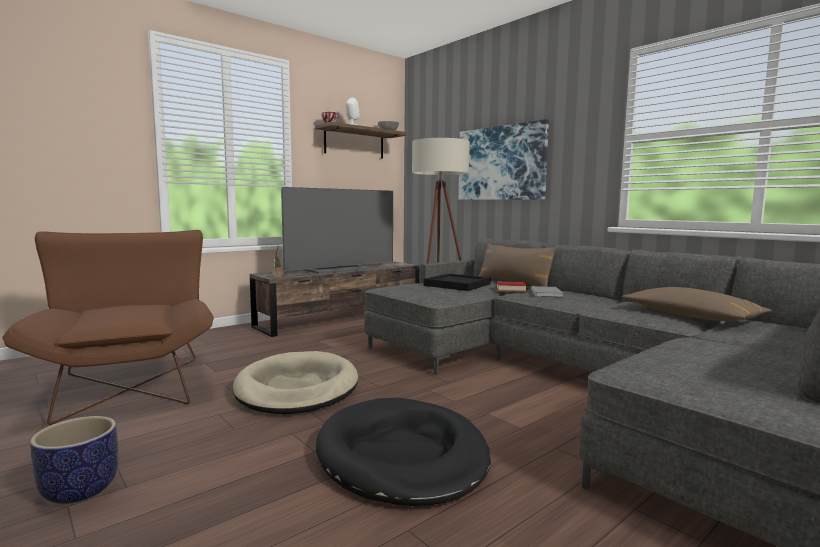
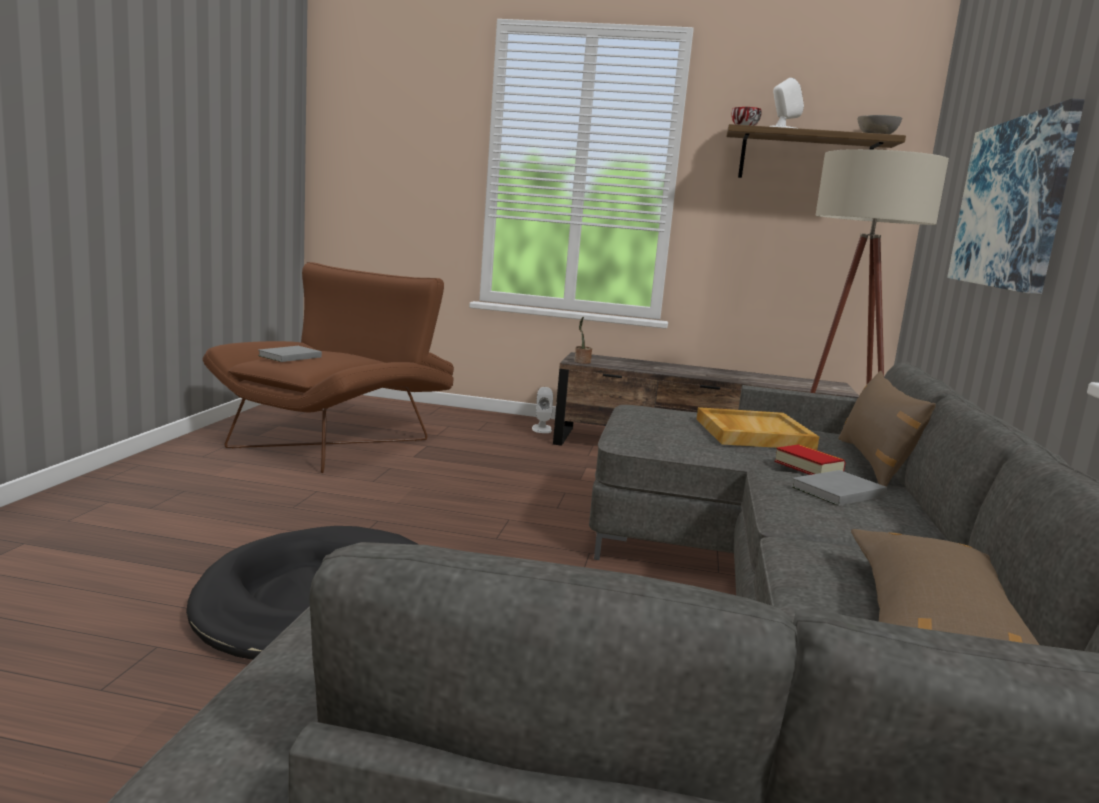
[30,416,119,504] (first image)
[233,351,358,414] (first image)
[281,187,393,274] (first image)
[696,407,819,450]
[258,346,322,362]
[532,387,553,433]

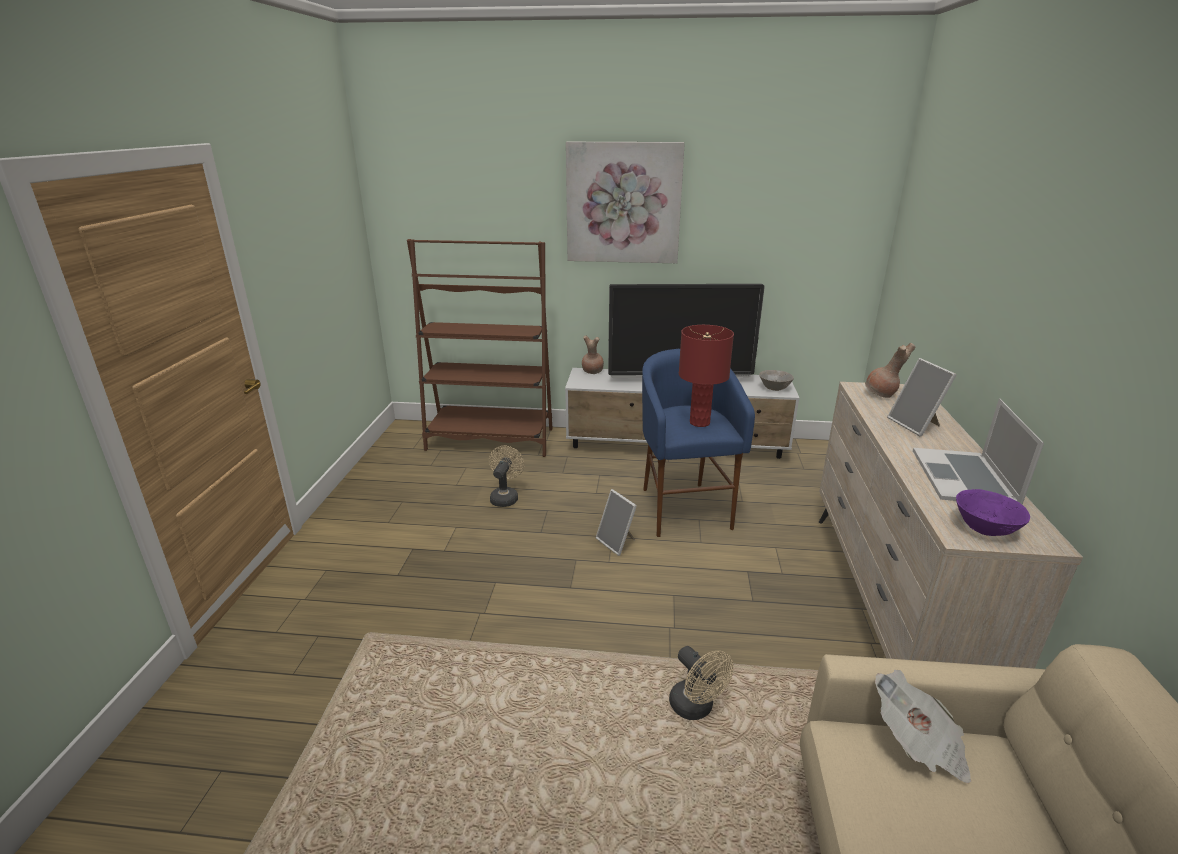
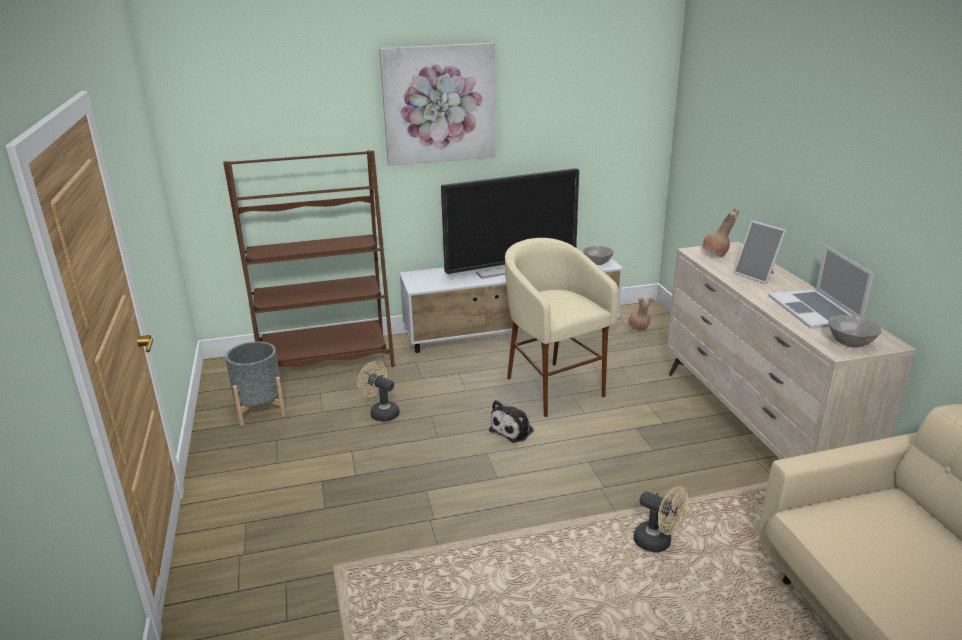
[357,361,400,422]
[628,296,654,331]
[489,400,534,443]
[505,238,619,417]
[679,325,734,427] (first image)
[875,670,971,783] (first image)
[828,315,882,348]
[225,341,286,426]

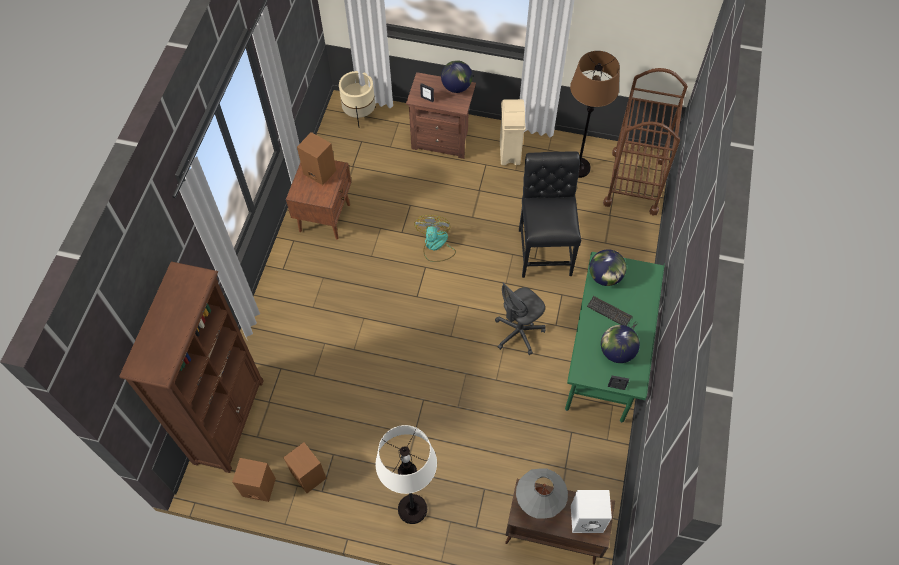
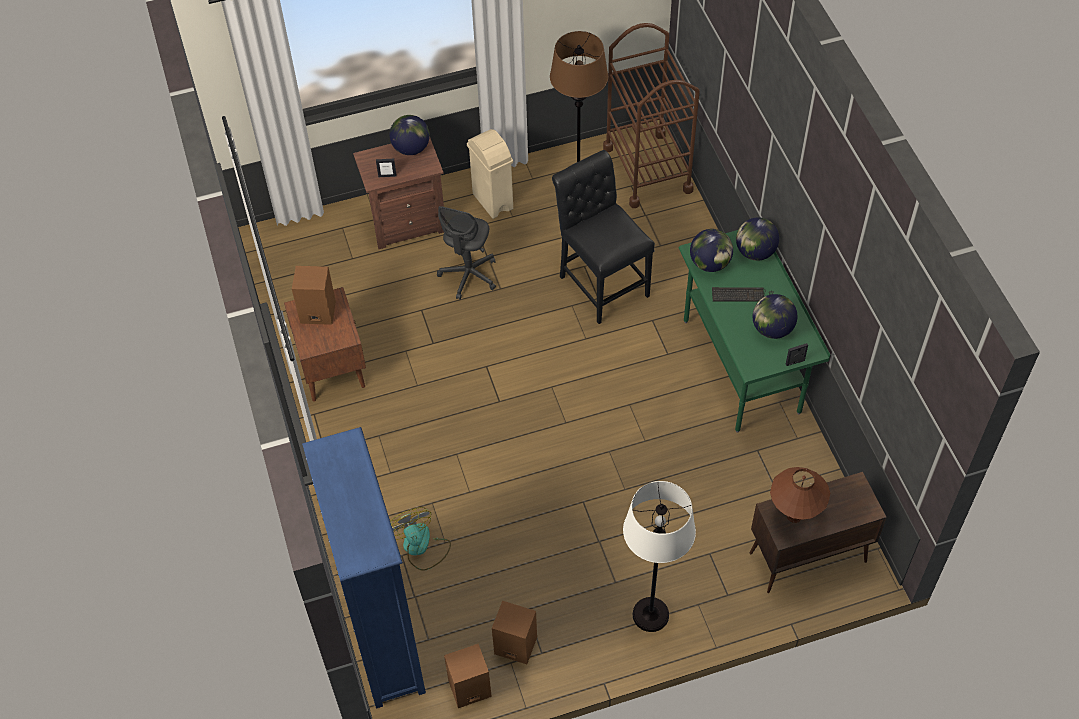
[302,427,426,709]
[339,71,376,126] (first image)
[390,507,451,571]
[437,206,496,300]
[770,467,830,523]
[571,490,612,533] (first image)
[736,217,779,261]

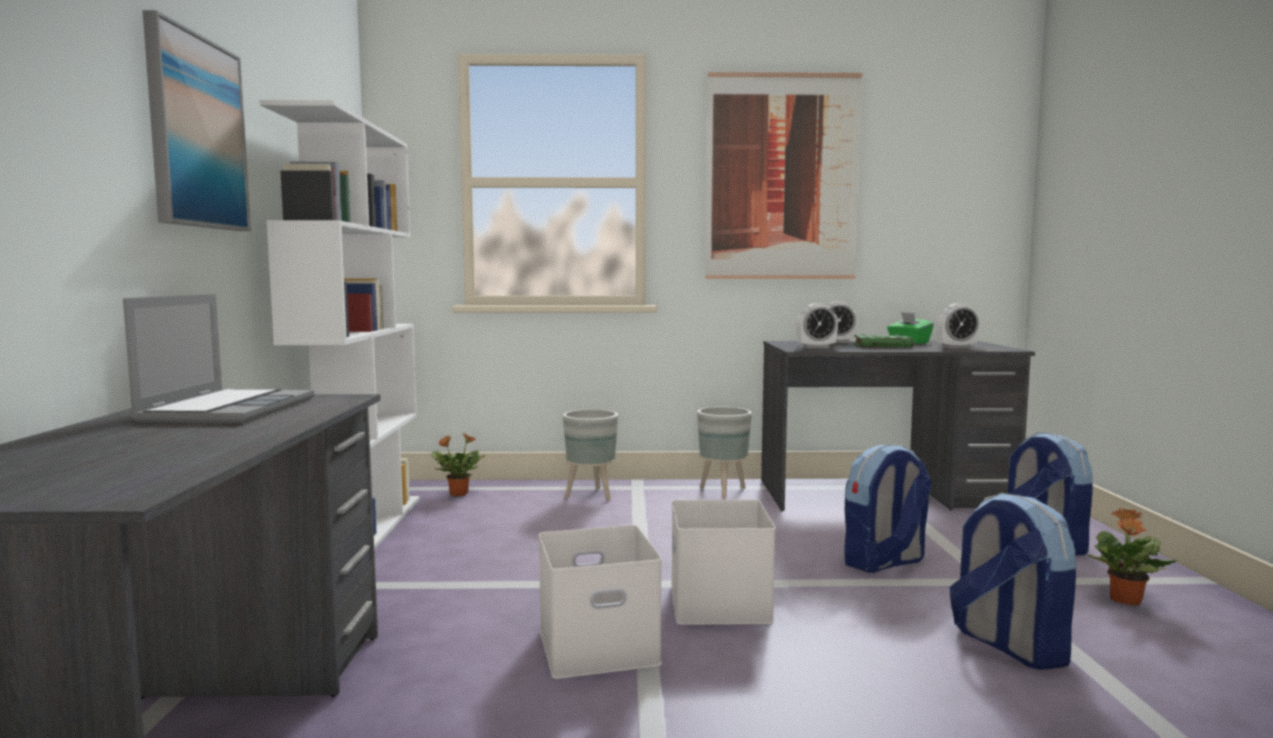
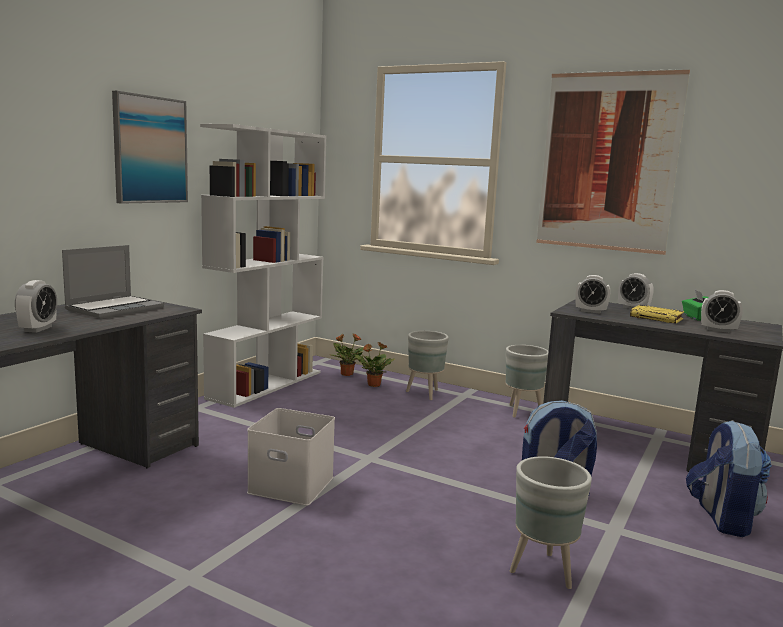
[671,500,776,625] (first image)
[630,305,684,324]
[510,456,592,589]
[355,342,395,387]
[15,280,57,333]

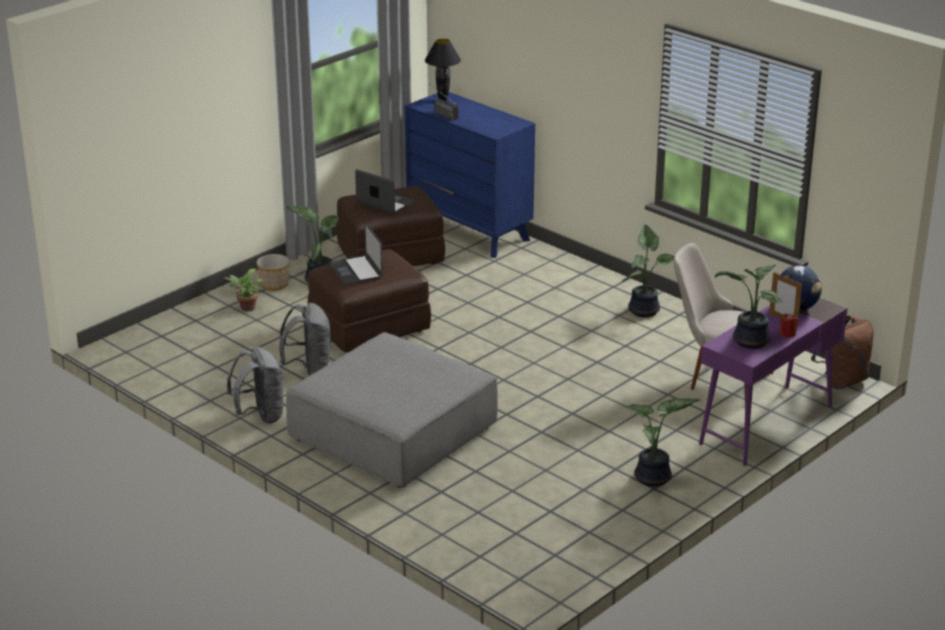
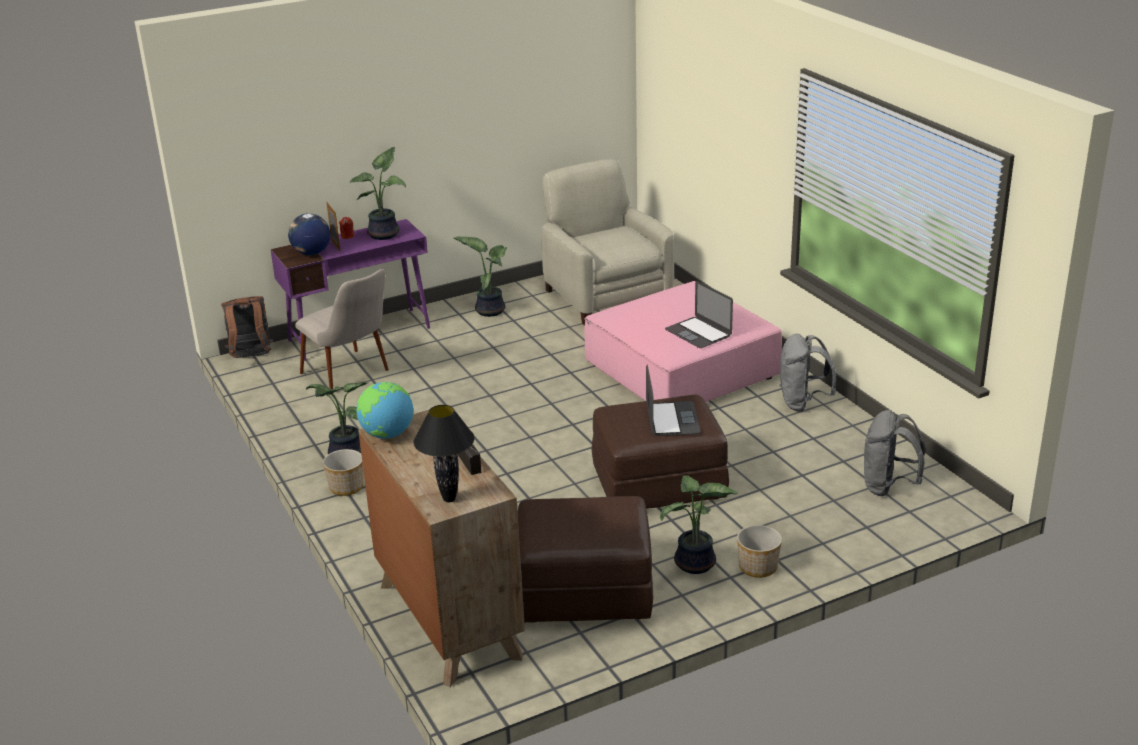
[223,269,263,311] (first image)
[864,410,925,496]
[584,281,782,402]
[665,281,733,348]
[358,410,525,687]
[323,449,364,496]
[357,382,413,439]
[541,159,674,326]

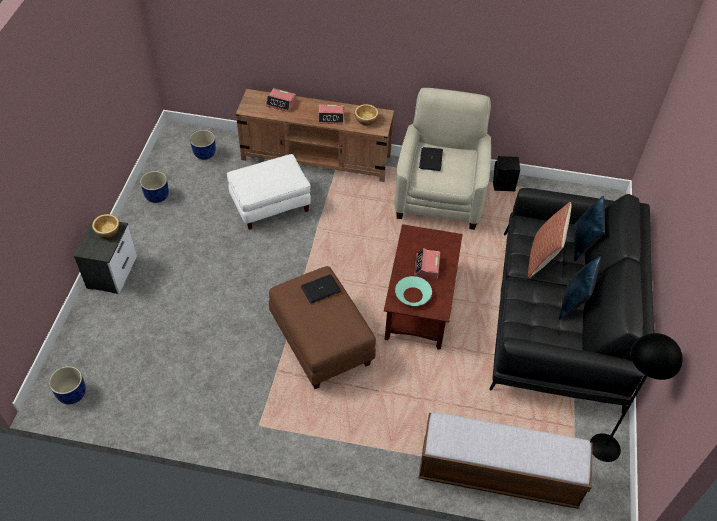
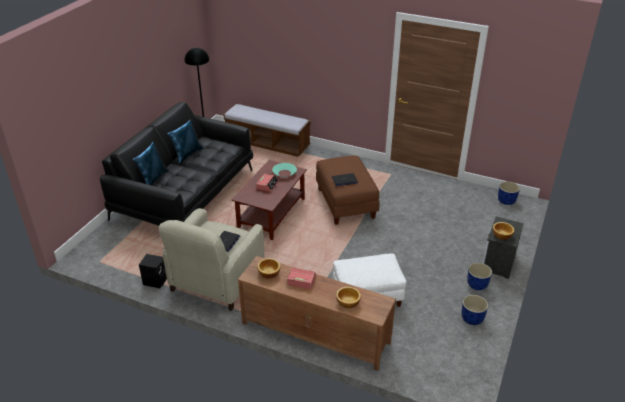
[467,263,492,290]
[336,287,361,308]
[528,202,571,278] (first image)

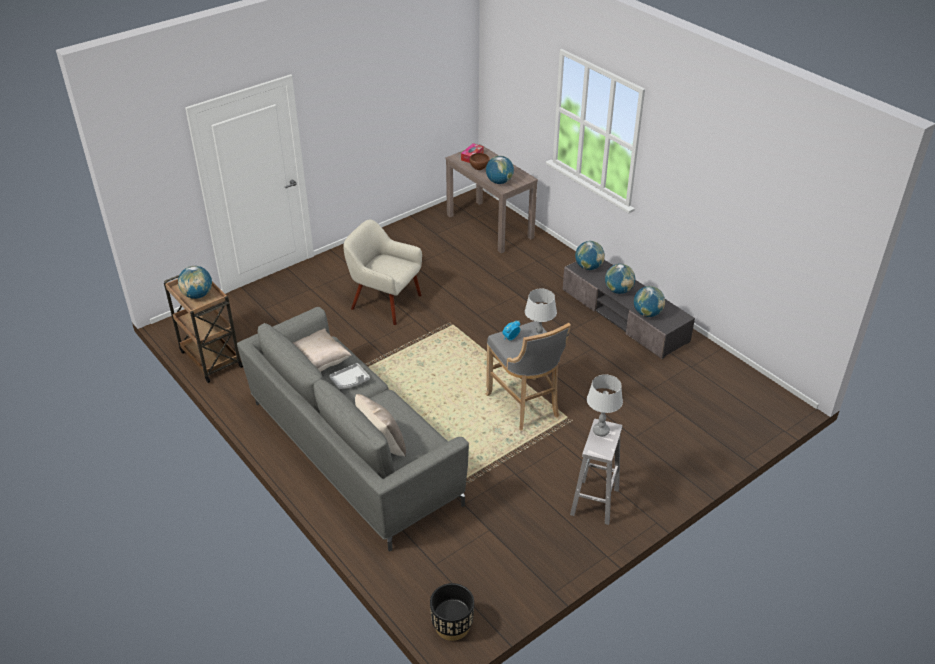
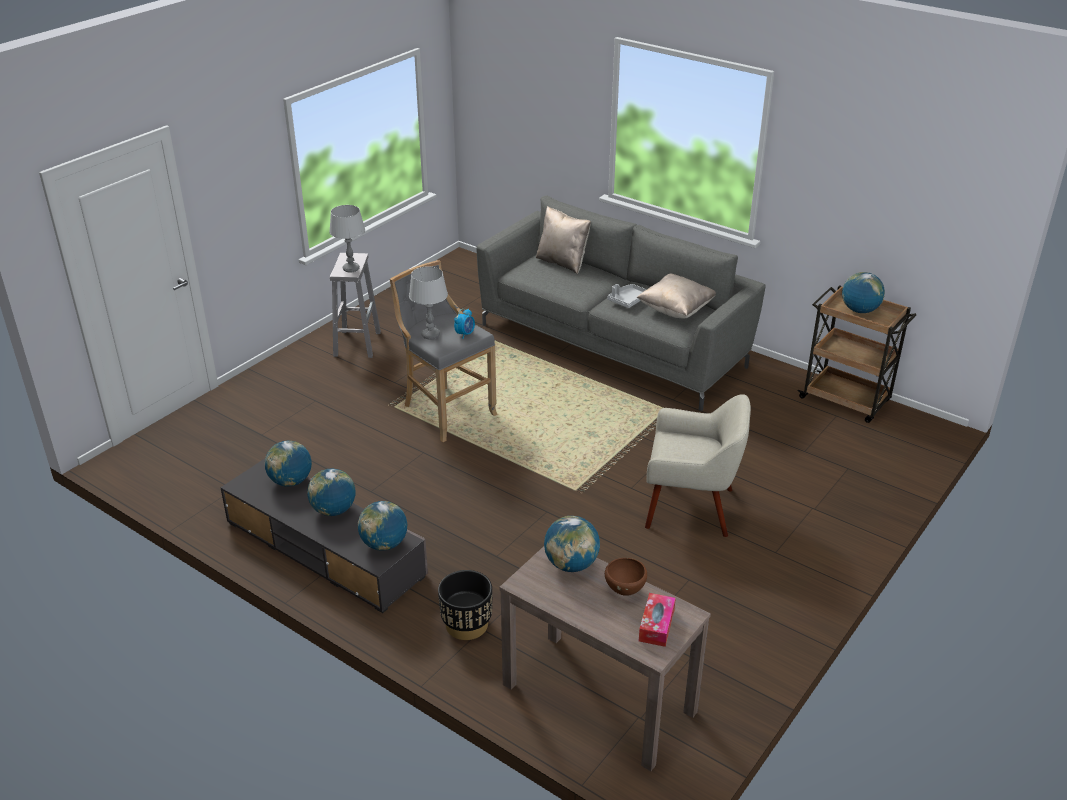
[438,570,492,640]

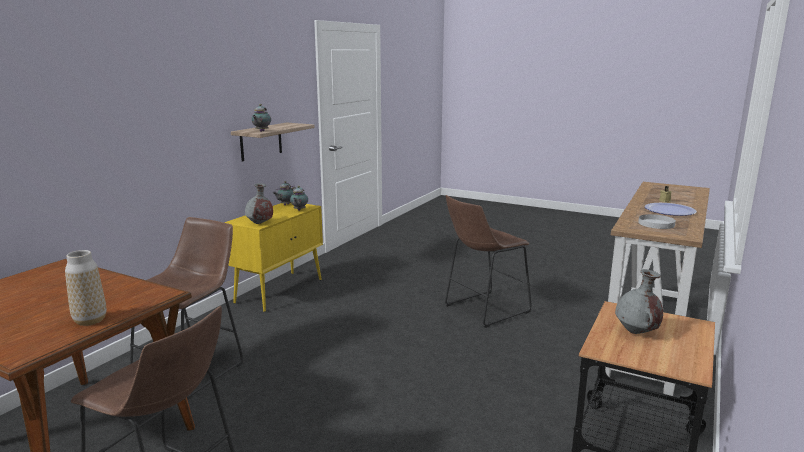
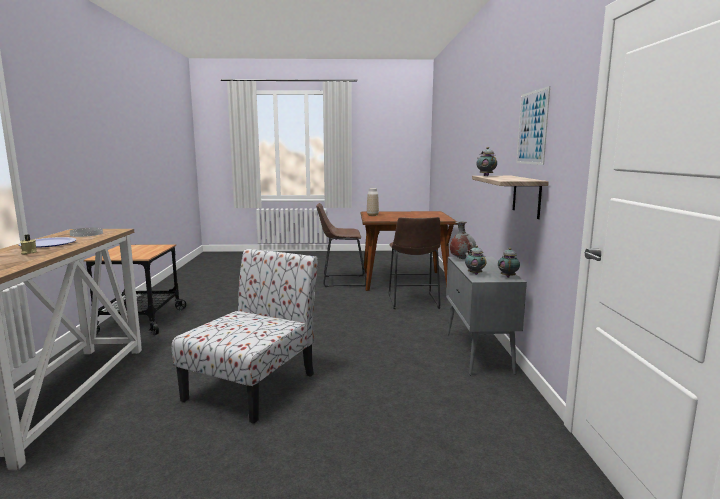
[446,256,527,375]
[172,249,318,424]
[615,269,663,334] (first image)
[516,86,550,165]

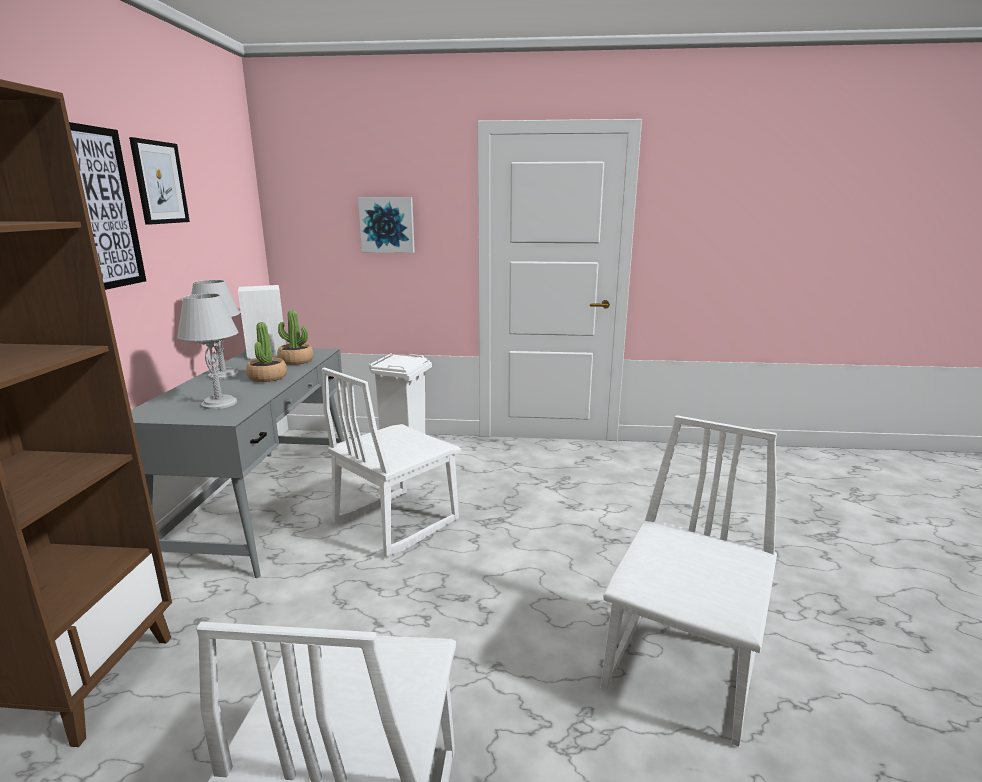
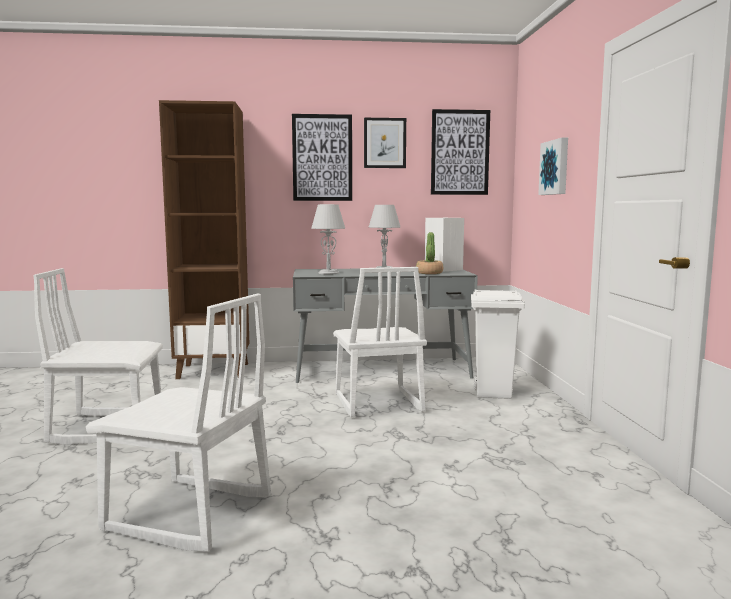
[246,322,287,382] (first image)
[333,267,427,417]
[431,109,490,195]

